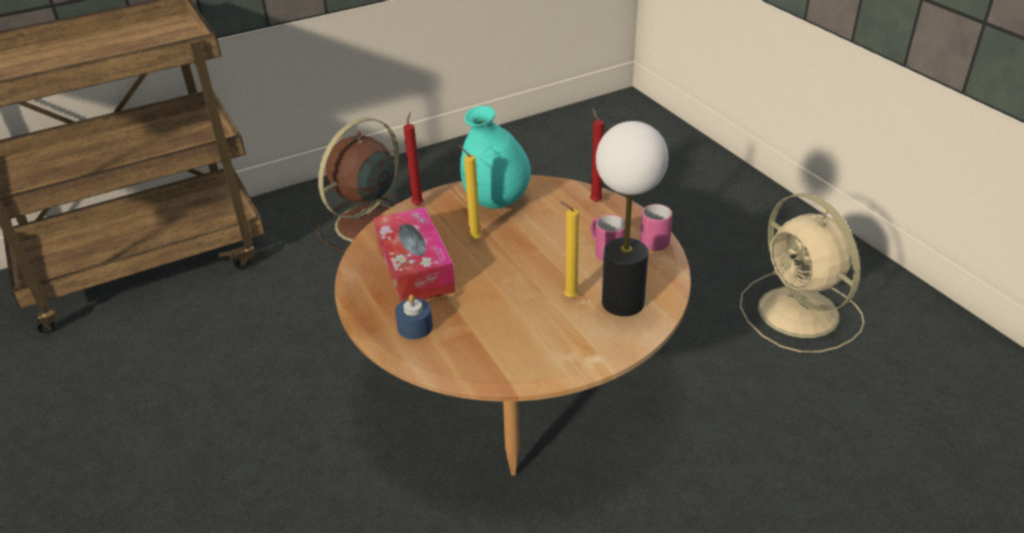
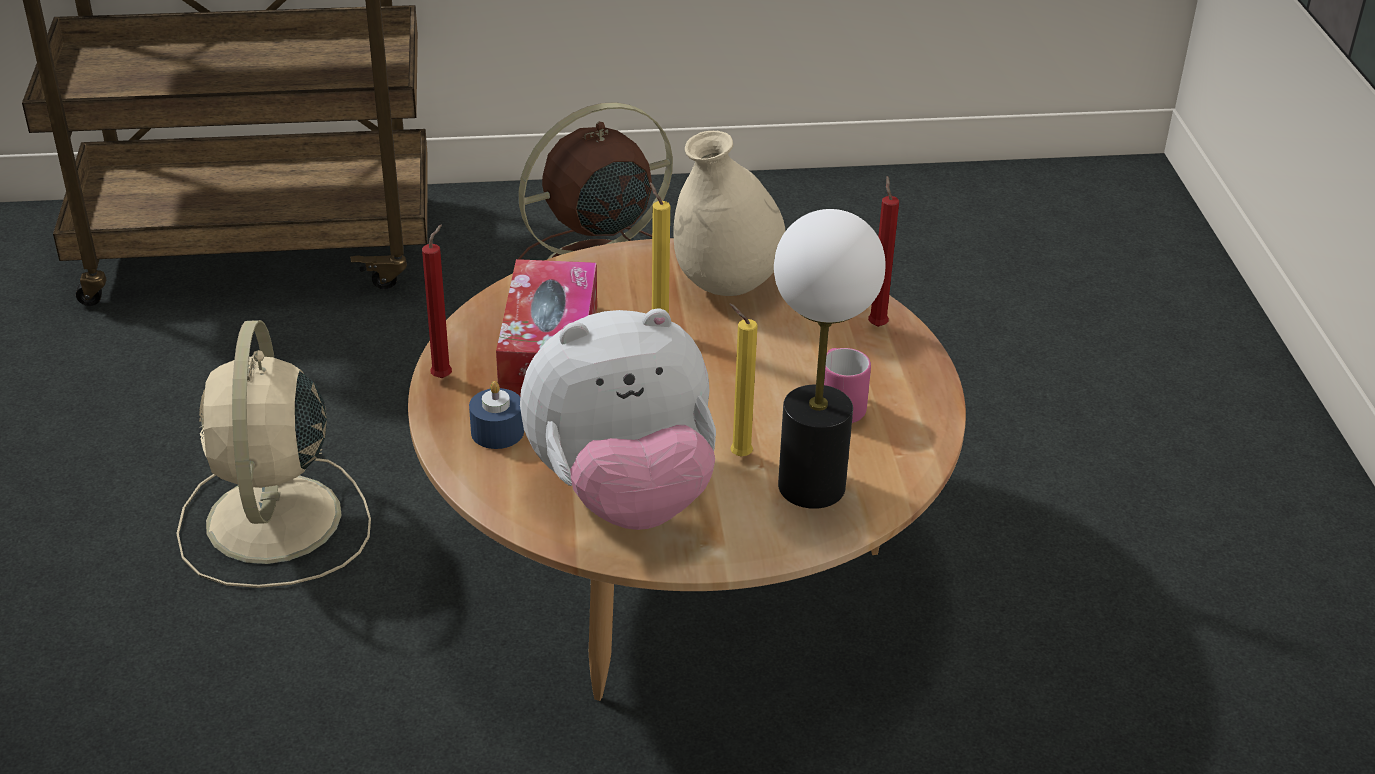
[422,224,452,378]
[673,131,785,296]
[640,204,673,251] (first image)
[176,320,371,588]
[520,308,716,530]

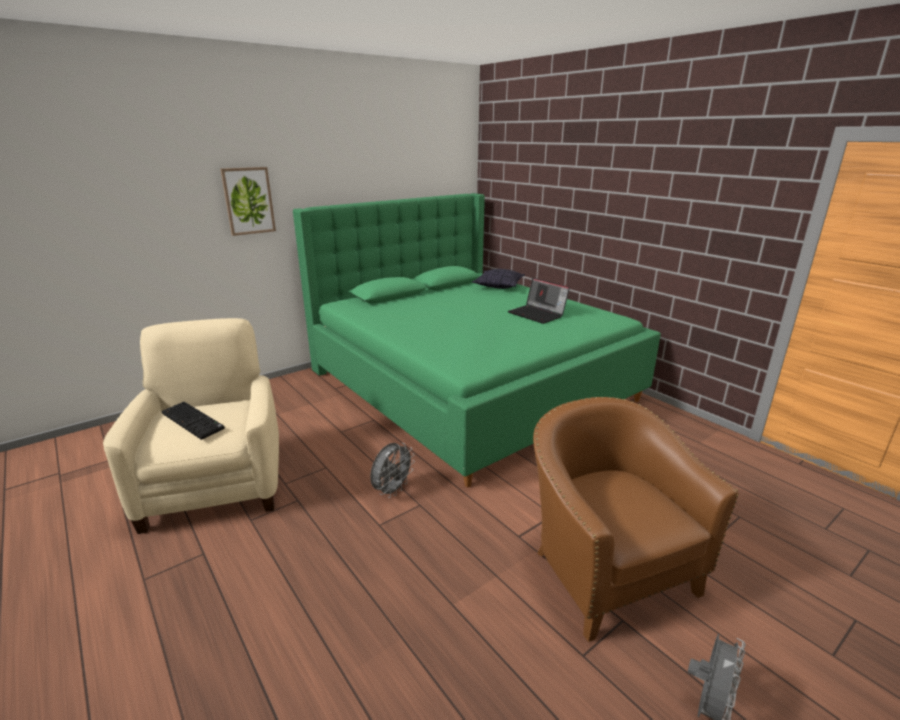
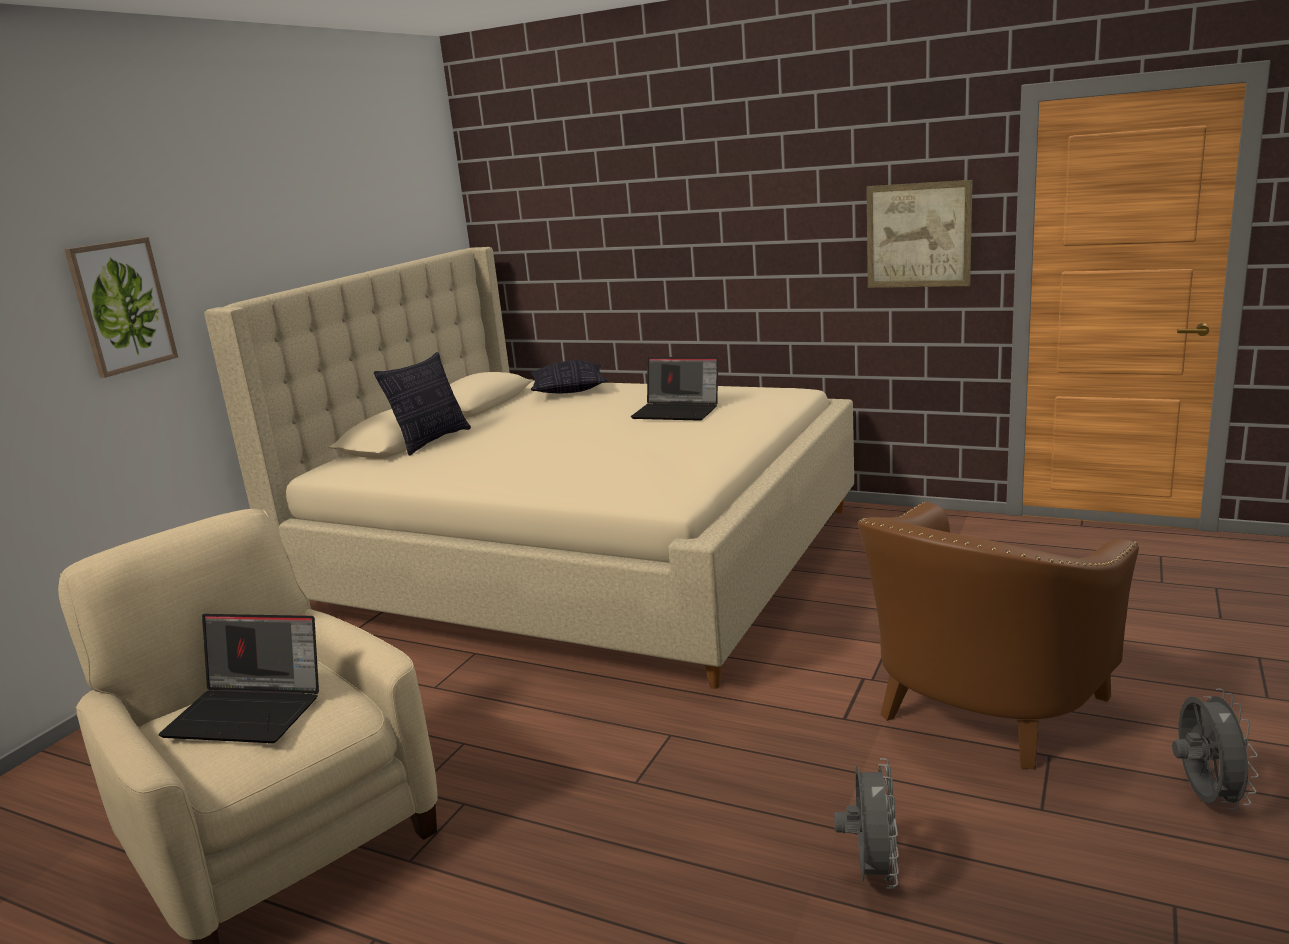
[158,614,319,743]
[204,247,854,689]
[834,758,899,889]
[857,502,1139,769]
[374,352,471,456]
[867,180,972,288]

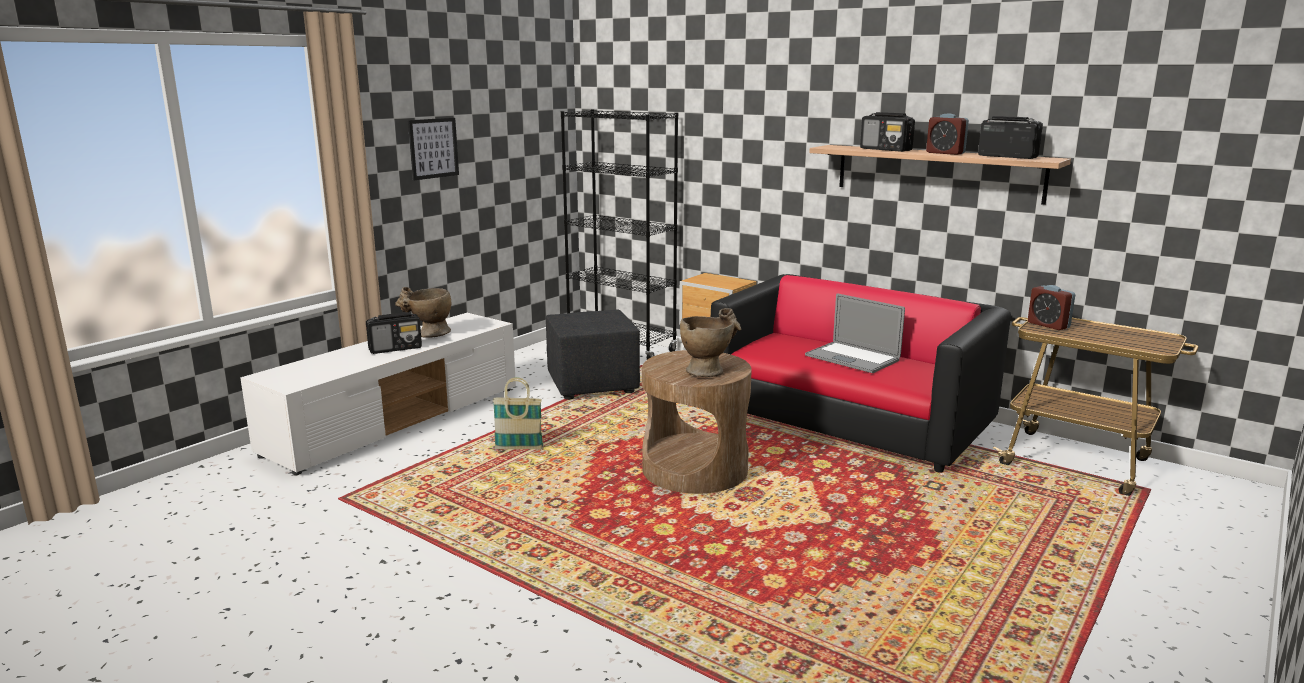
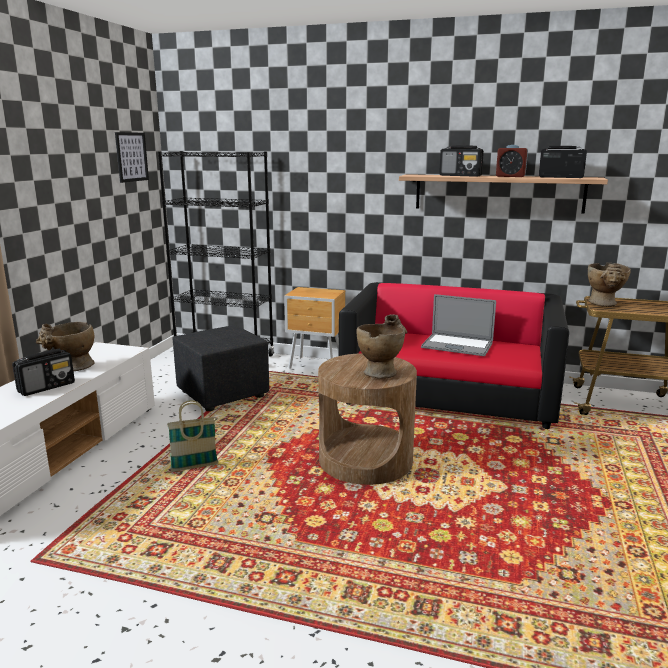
[115,132,149,183]
[588,263,631,307]

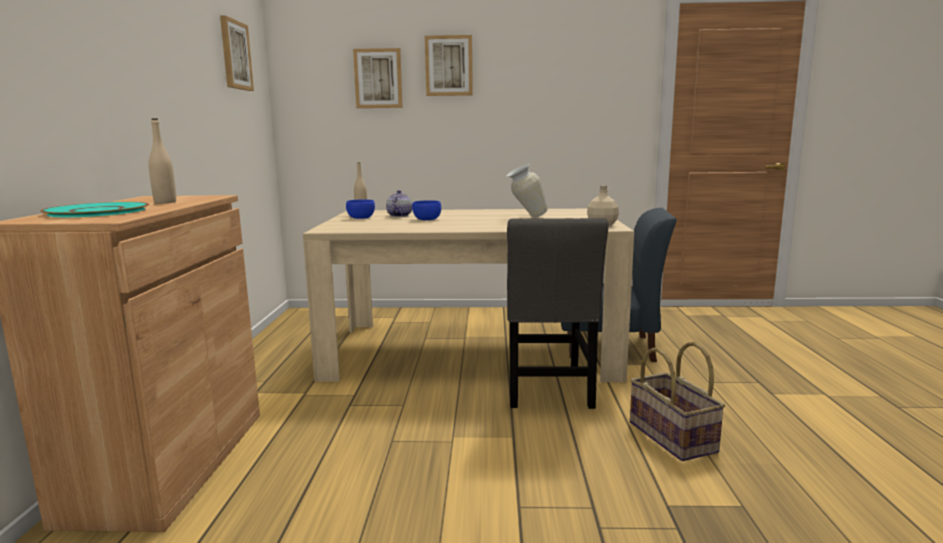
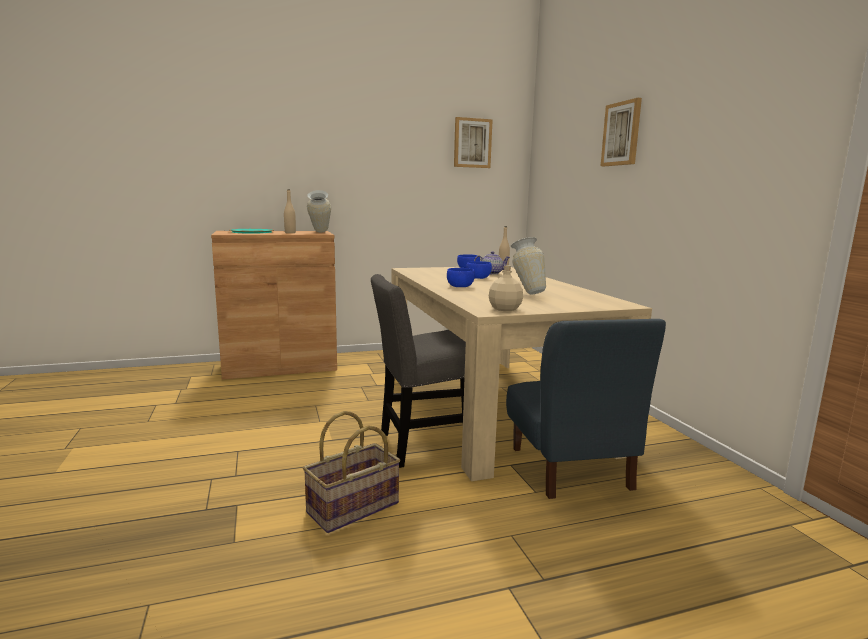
[353,48,403,108] (first image)
[307,190,331,232]
[447,268,475,287]

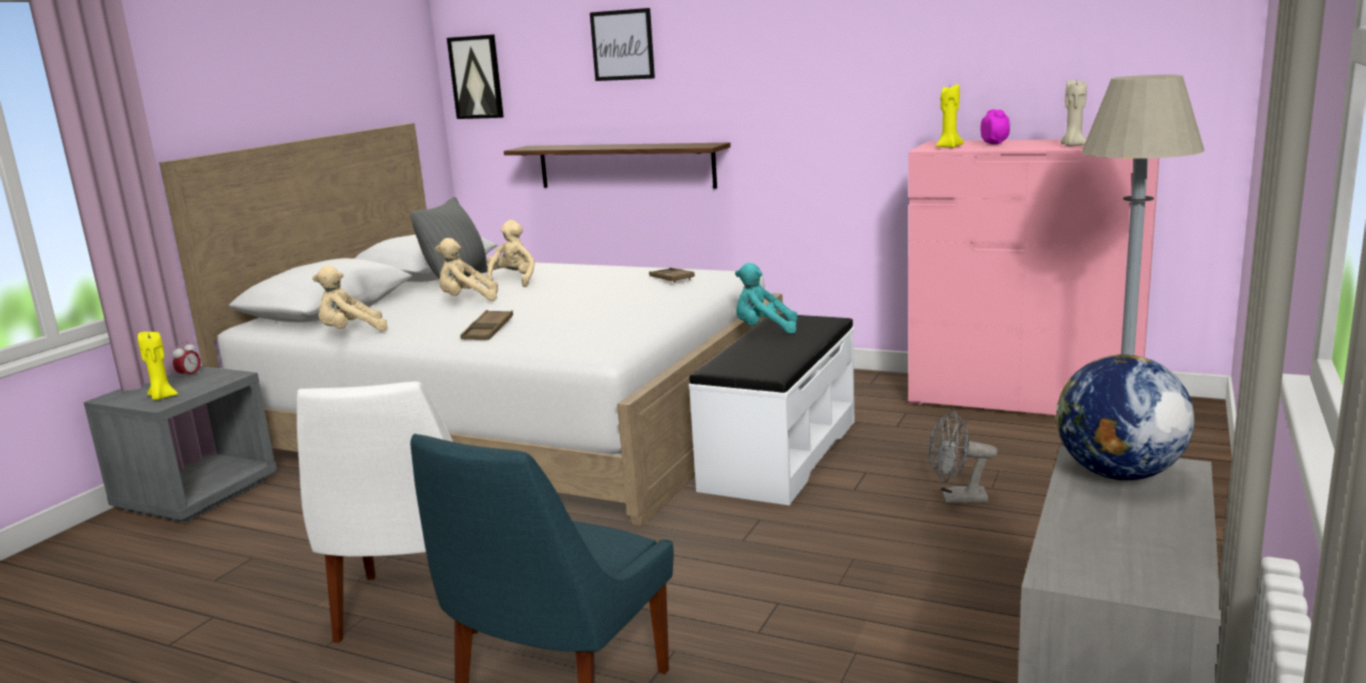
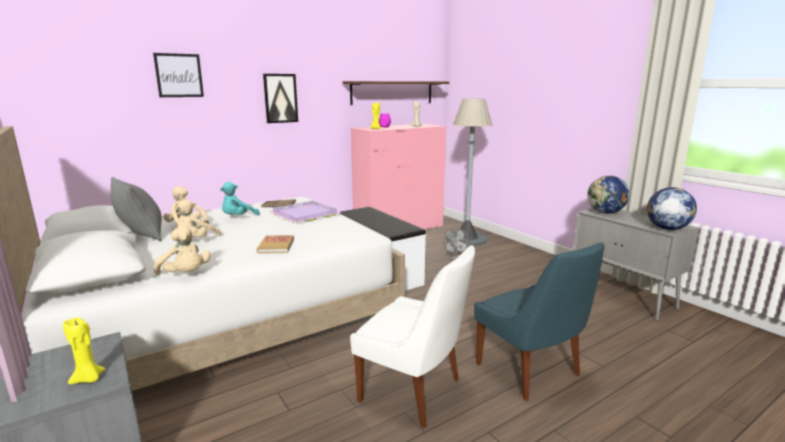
[173,341,201,379] (first image)
[153,226,211,275]
[263,74,298,123]
[257,235,294,253]
[342,81,450,105]
[220,182,260,215]
[269,201,341,223]
[647,187,697,230]

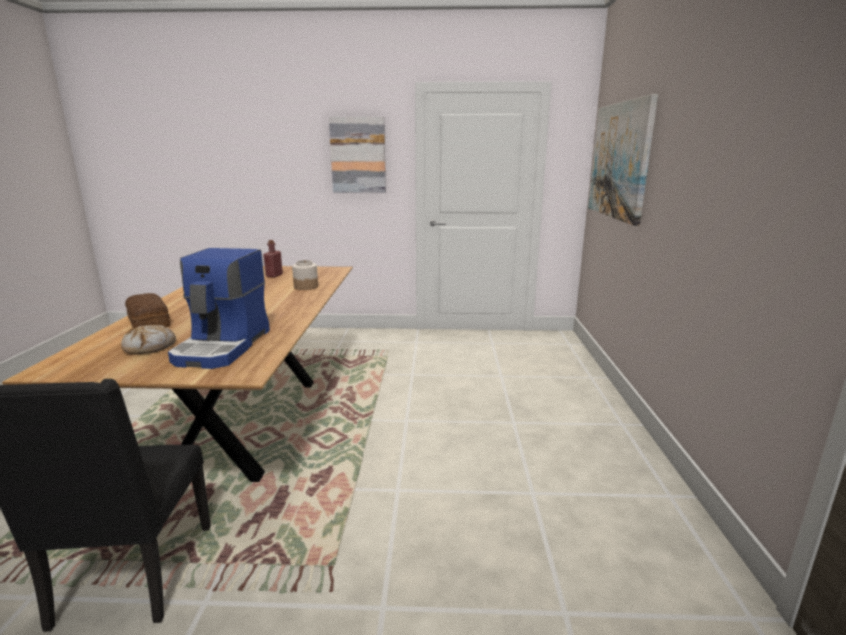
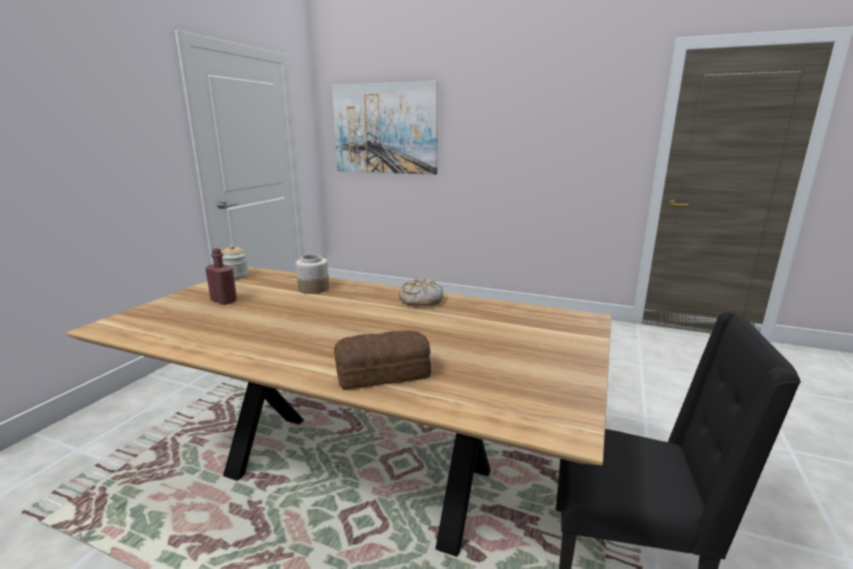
[399,279,443,306]
[168,248,270,369] (first image)
[329,117,386,193] (first image)
[222,245,248,279]

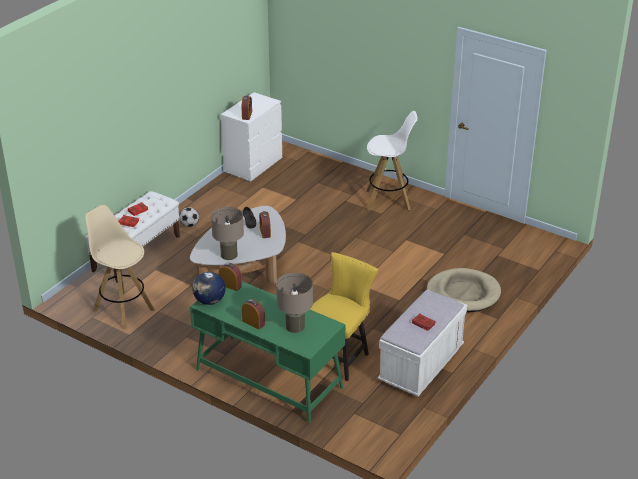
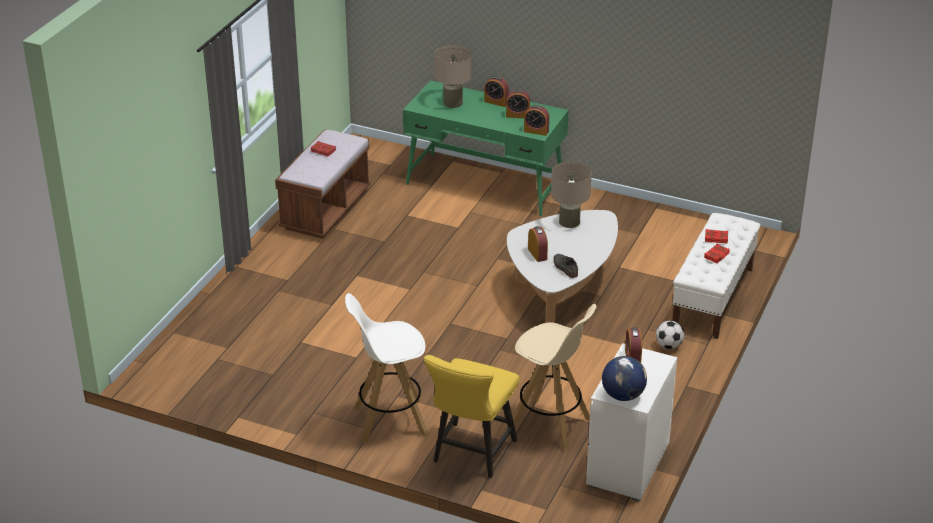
[513,304,597,451]
[602,356,647,401]
[423,355,520,478]
[275,129,371,239]
[426,268,501,312] (first image)
[506,89,530,118]

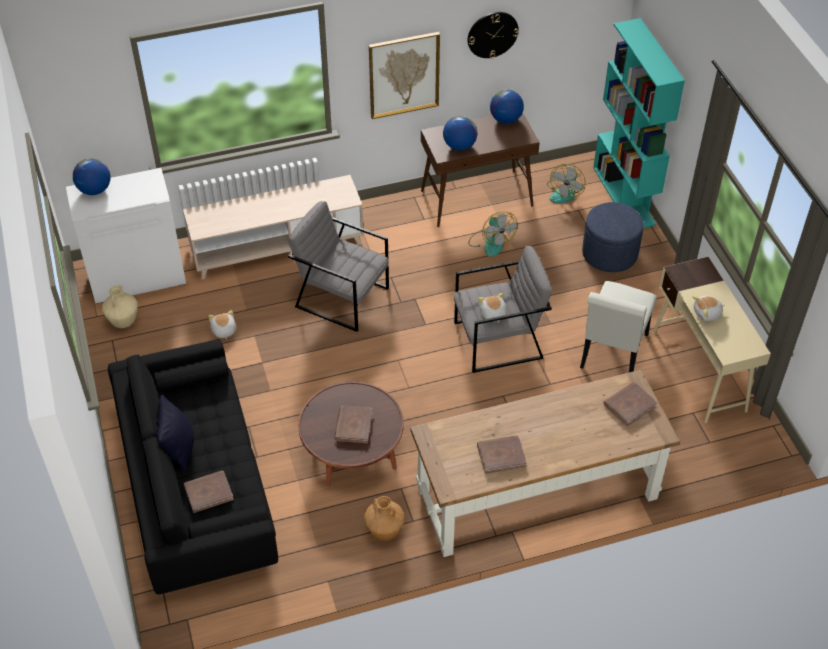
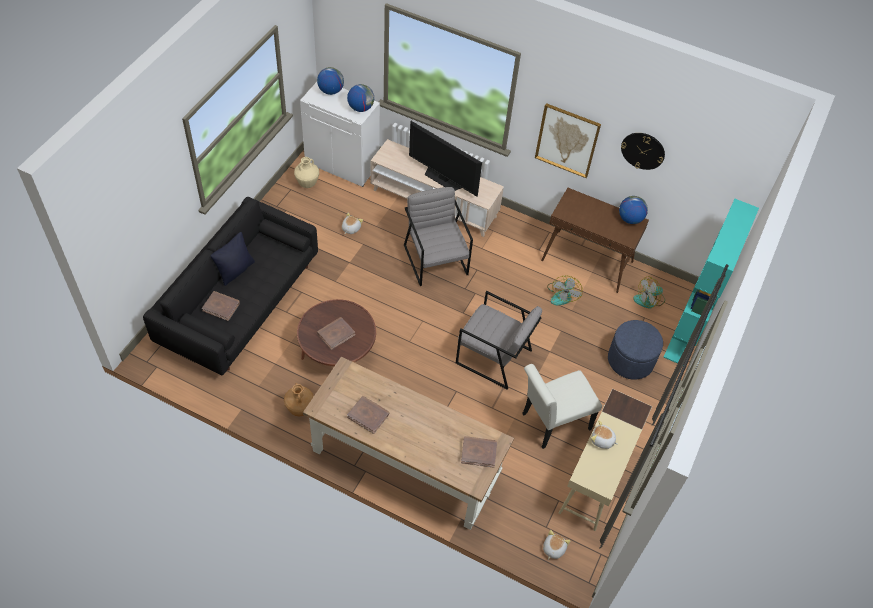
[347,84,374,112]
[543,530,570,560]
[409,121,482,197]

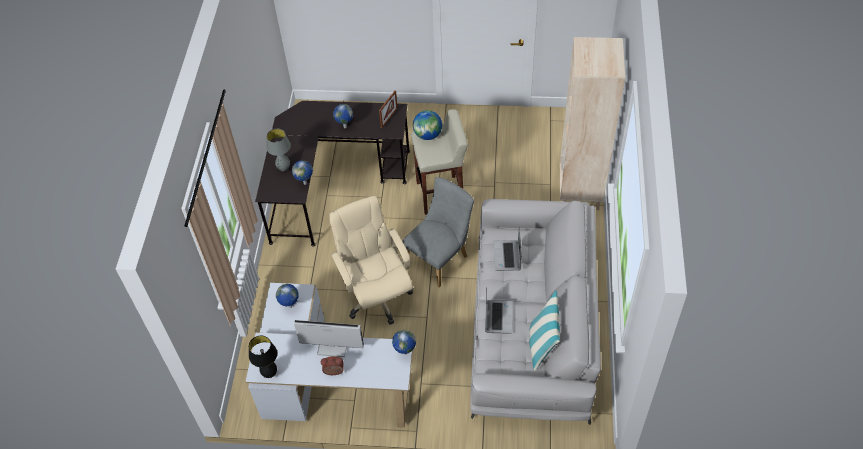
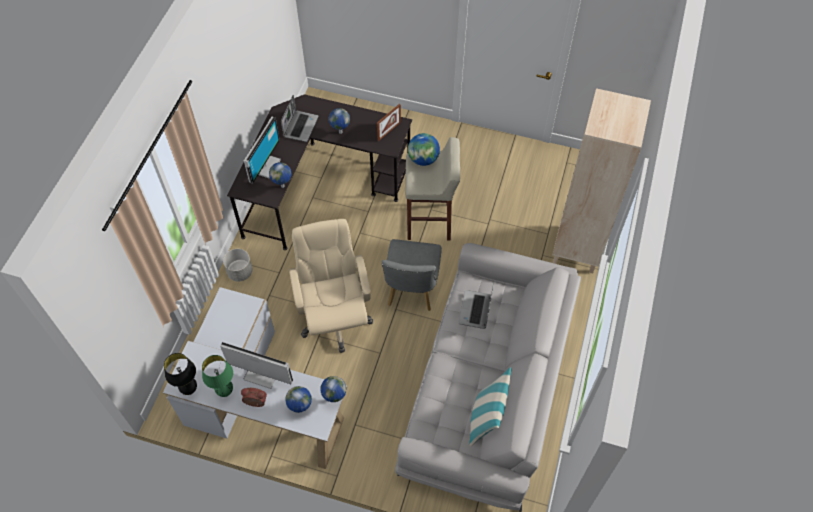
[244,117,281,184]
[285,386,312,413]
[381,239,442,311]
[281,95,319,142]
[202,355,233,397]
[223,249,253,281]

